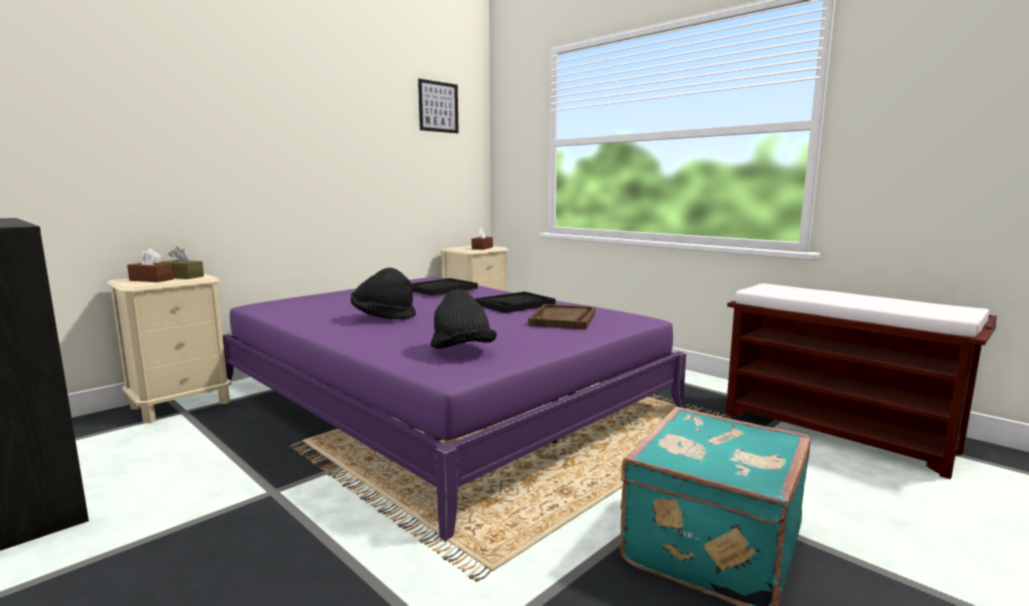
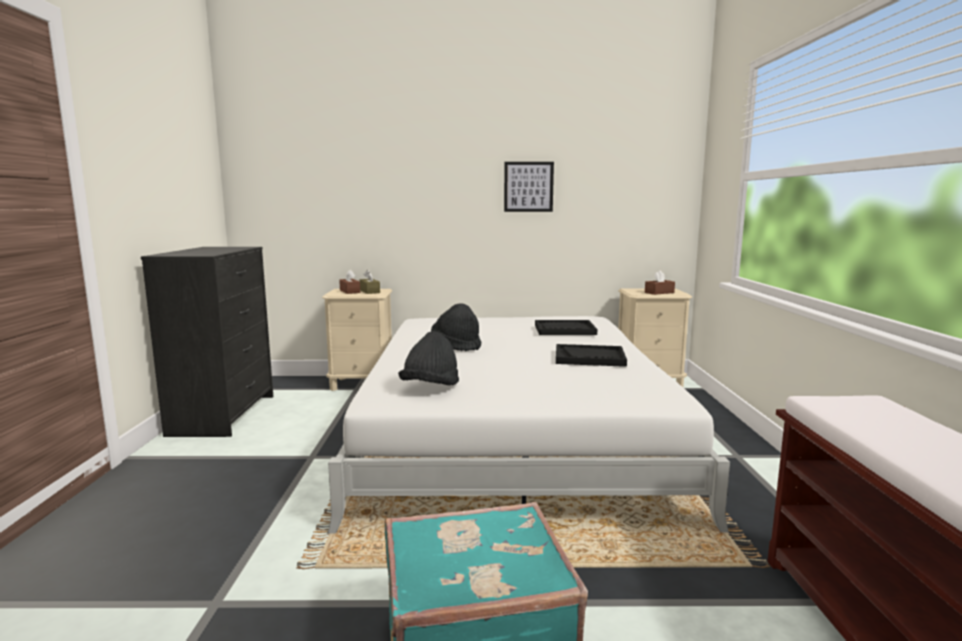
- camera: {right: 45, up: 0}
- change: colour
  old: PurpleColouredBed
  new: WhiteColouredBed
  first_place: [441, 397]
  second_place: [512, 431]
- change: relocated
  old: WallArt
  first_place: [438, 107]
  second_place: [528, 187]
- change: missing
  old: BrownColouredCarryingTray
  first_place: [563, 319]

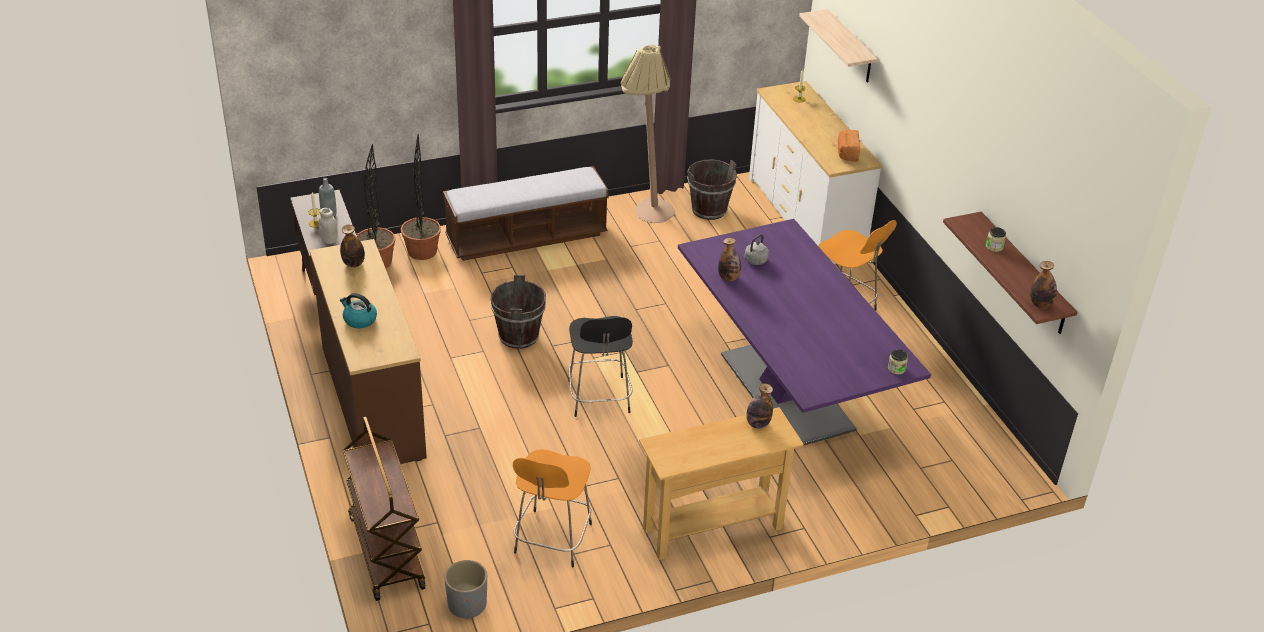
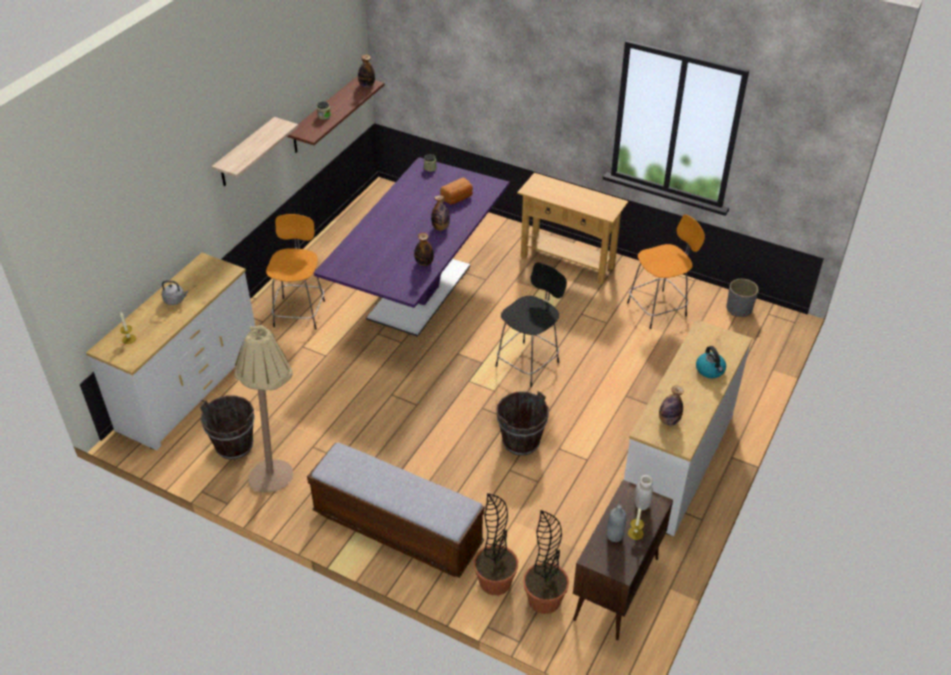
- camera: {right: -130, up: 5}
- change: relocated
  old: GrayKettle
  first_place: [754, 261]
  second_place: [175, 300]
- change: relocated
  old: BracketShelf
  first_place: [850, 47]
  second_place: [246, 153]
- change: relocated
  old: DrinkBottle
  first_place: [757, 424]
  second_place: [440, 228]
- change: relocated
  old: BakedBread
  first_place: [847, 153]
  second_place: [457, 198]
- change: colour
  old: BrownColouredChestOfDrawers
  new: WhiteColouredChestOfDrawers
  first_place: [371, 402]
  second_place: [678, 463]
- change: missing
  old: BrownColouredWheeledCart
  first_place: [385, 551]

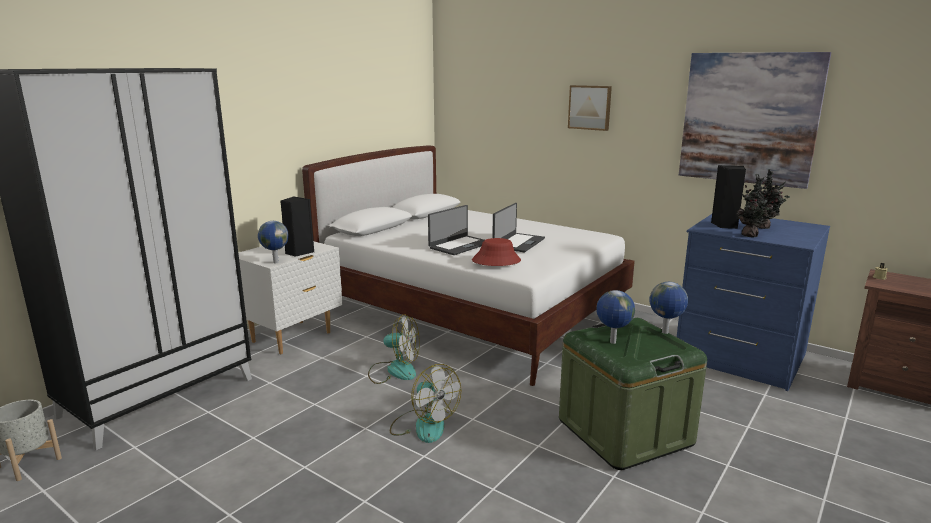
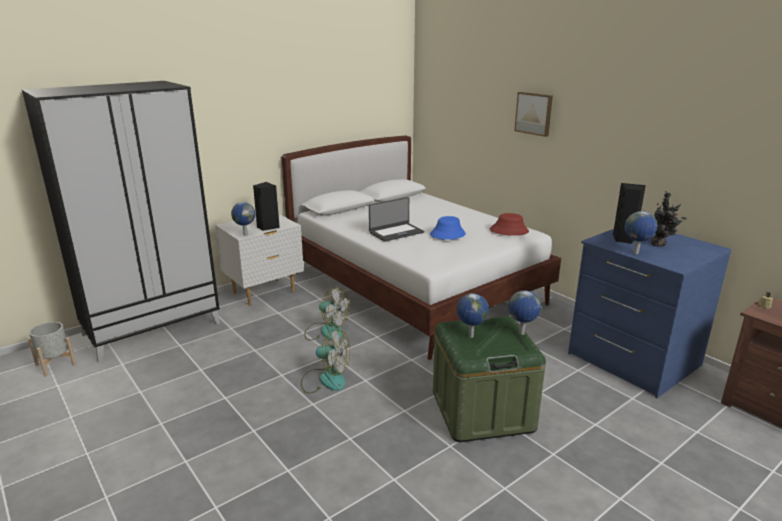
- camera: {right: 15, up: 5}
- change: spun
  old: ElectricFan
  first_place: [423, 425]
  second_place: [325, 379]
  degrees: -45
- change: exchanged
  old: NotebookComputer
  new: BlueColouredClothingHat
  first_place: [518, 243]
  second_place: [447, 234]
- change: relocated
  old: RedClothingHat
  first_place: [496, 260]
  second_place: [509, 231]
- change: exchanged
  old: PottedPlant
  new: DeskGlobe
  first_place: [751, 236]
  second_place: [636, 253]
- change: missing
  old: WallArt
  first_place: [748, 118]

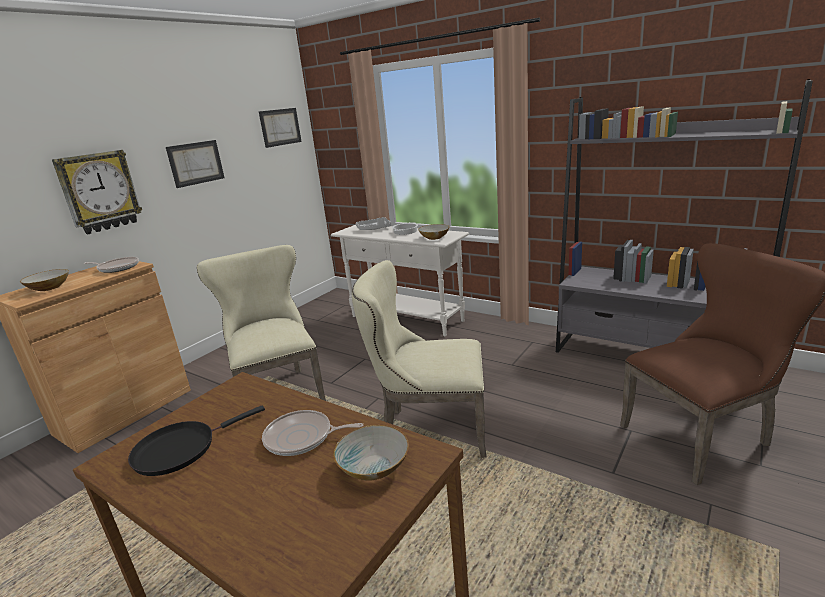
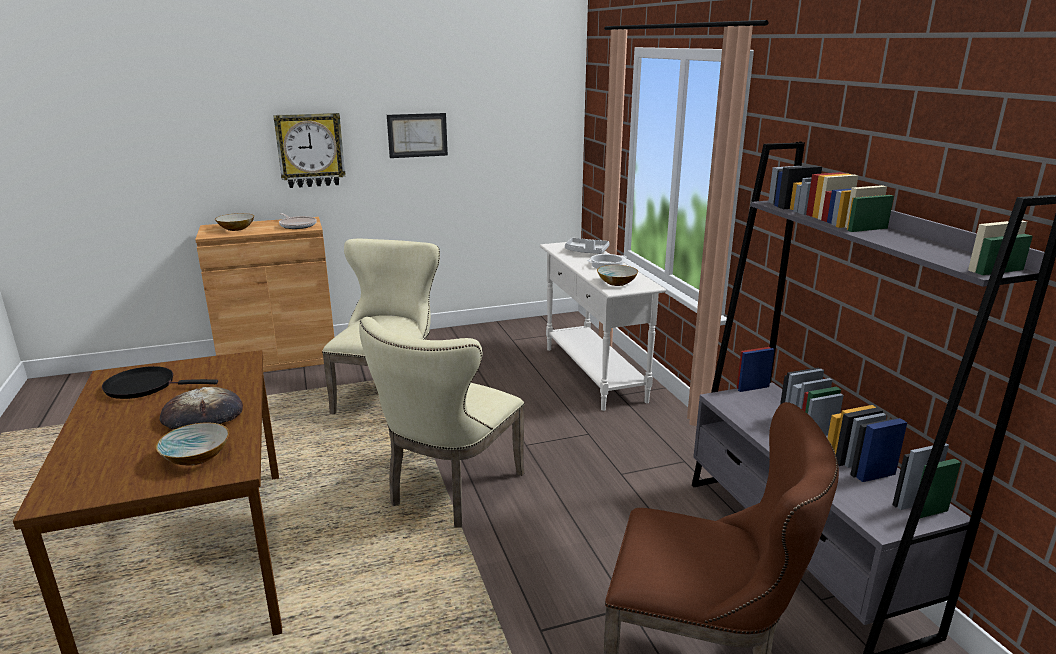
- camera: {right: 35, up: 0}
- change: exchanged
  old: Skillet
  new: BakedBread
  first_place: [302, 438]
  second_place: [202, 415]
- change: spun
  old: SandColouredPlainChair
  first_place: [429, 429]
  second_place: [450, 492]
  degrees: -105
- change: missing
  old: WallArt
  first_place: [280, 127]

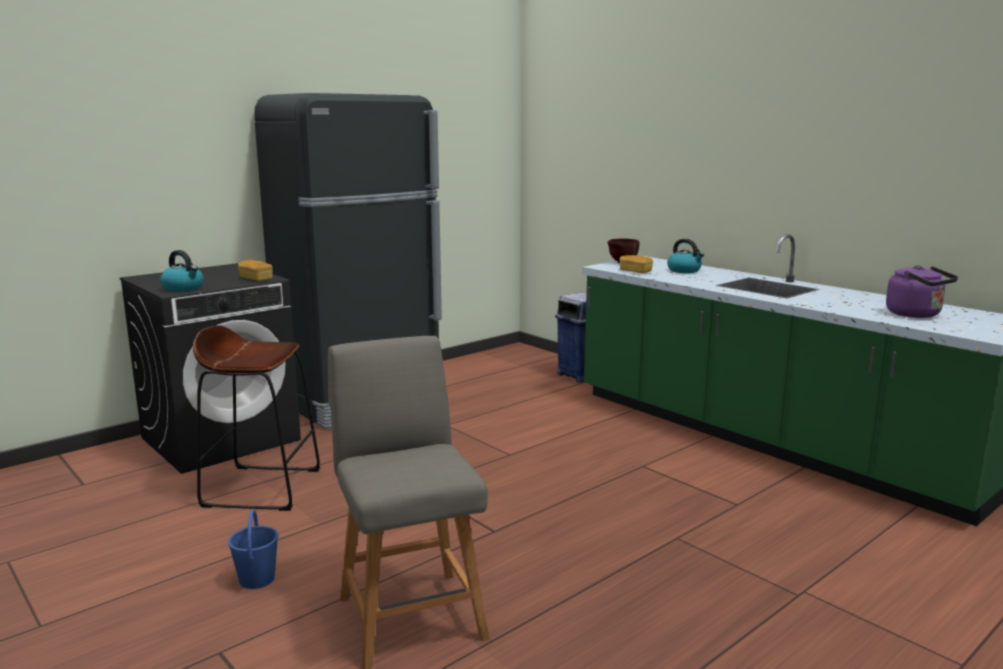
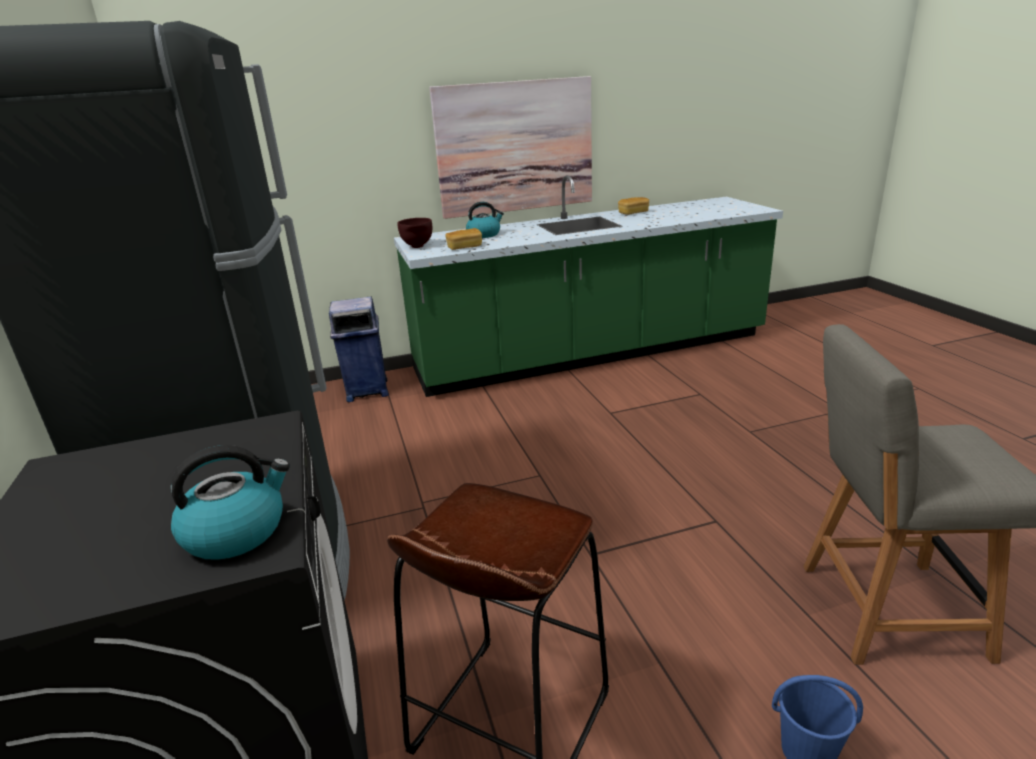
- camera: {right: -65, up: 10}
- change: appeared
  new: WallArt
  second_place: [515, 147]
- change: relocated
  old: BakedBread
  first_place: [256, 279]
  second_place: [633, 213]
- change: missing
  old: PurpleColouredKettle
  first_place: [916, 315]

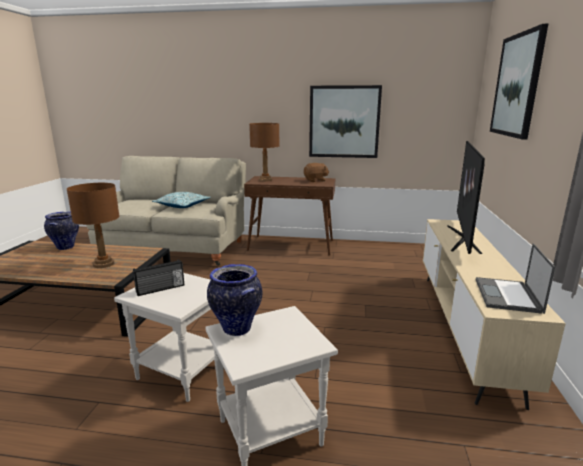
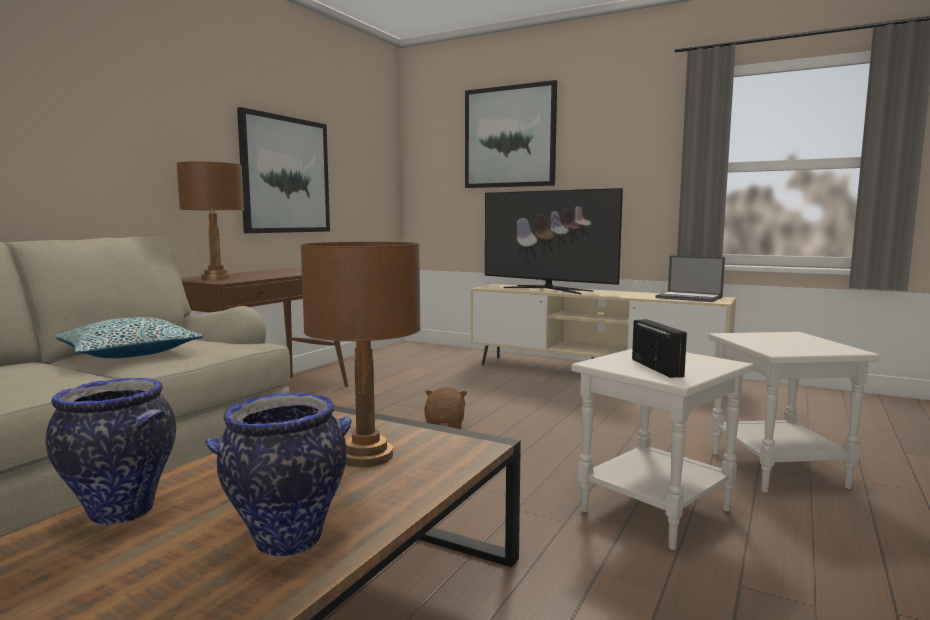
- camera: {right: -70, up: -10}
- change: relocated
  old: Vase
  first_place: [236, 328]
  second_place: [286, 542]
- change: relocated
  old: BrownColouredPlushToy
  first_place: [315, 180]
  second_place: [445, 425]

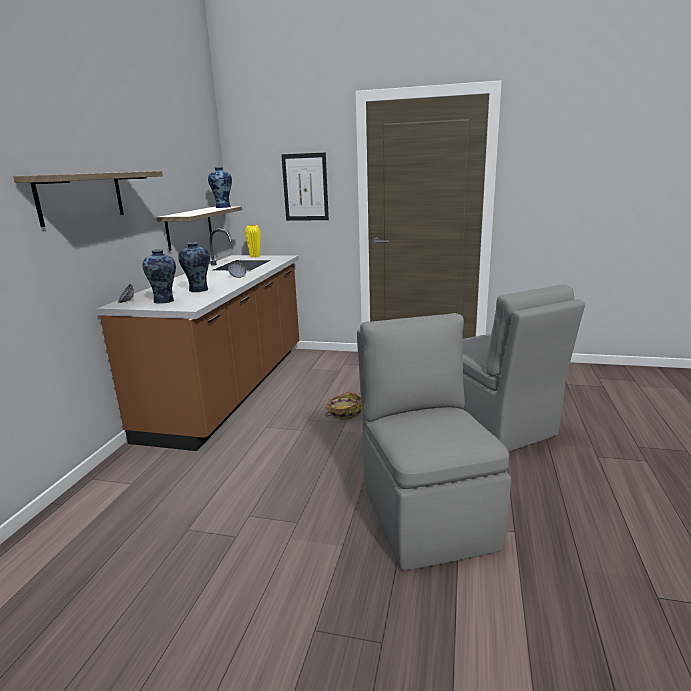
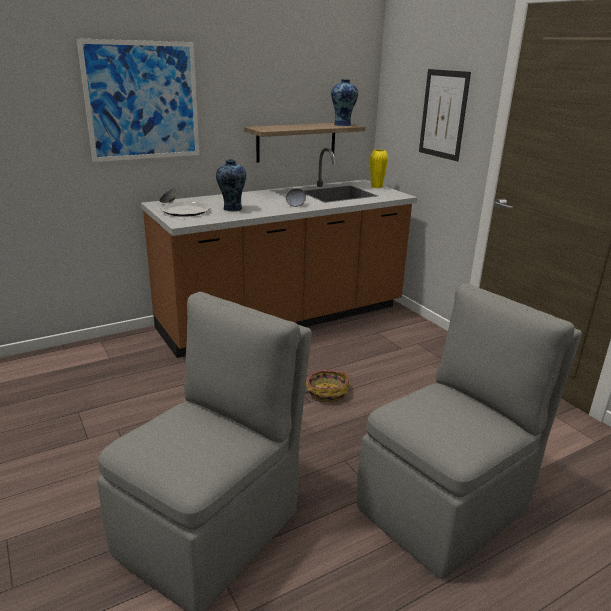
- camera: {right: 45, up: 5}
- change: exchanged
  old: BracketShelf
  new: WallArt
  first_place: [81, 197]
  second_place: [142, 101]
- change: exchanged
  old: Vase
  new: FlatDish
  first_place: [165, 301]
  second_place: [185, 211]
- change: spun
  old: GrayPlainChair
  first_place: [496, 425]
  second_place: [447, 506]
  degrees: -150

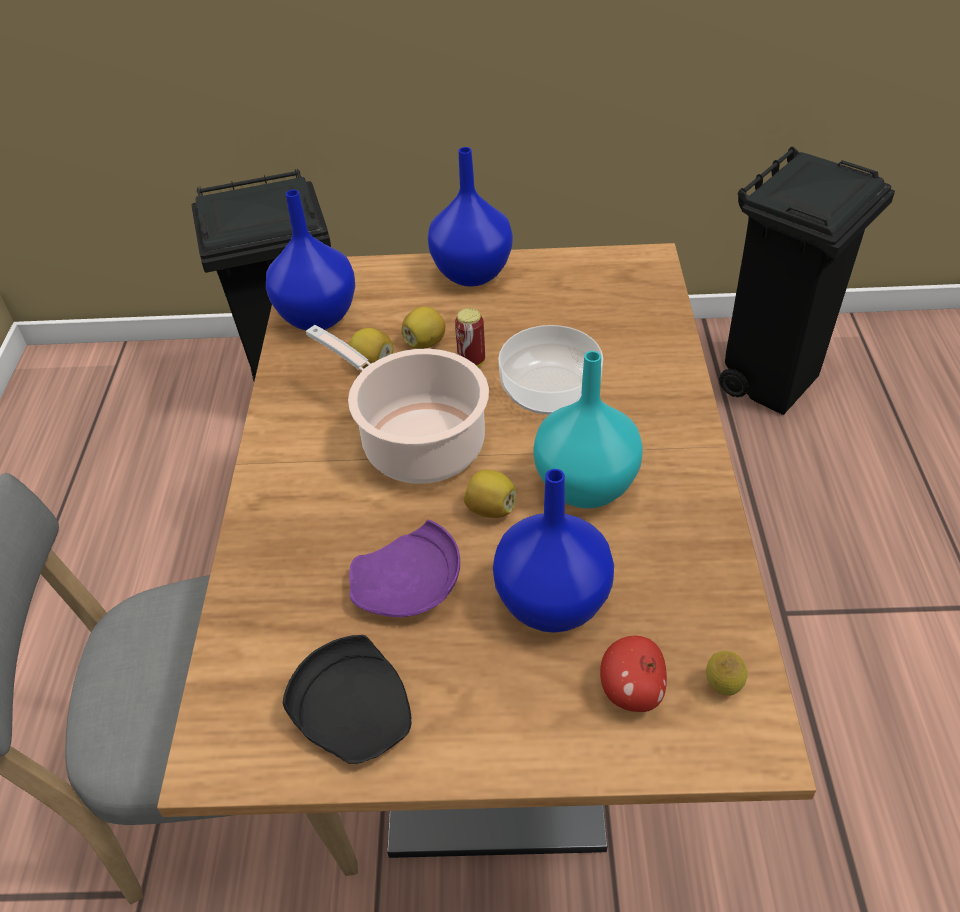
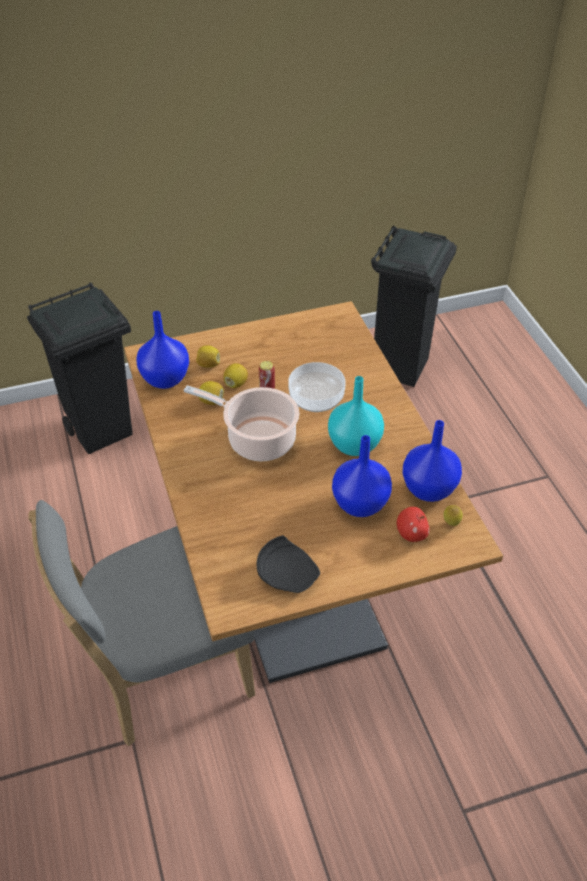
- camera: {right: -20, up: 0}
- change: relocated
  old: WholeLemon
  first_place: [490, 509]
  second_place: [208, 364]
- change: relocated
  old: BlueColouredVase
  first_place: [470, 273]
  second_place: [427, 489]
- change: missing
  old: PurpleColouredFlatDish
  first_place: [409, 589]

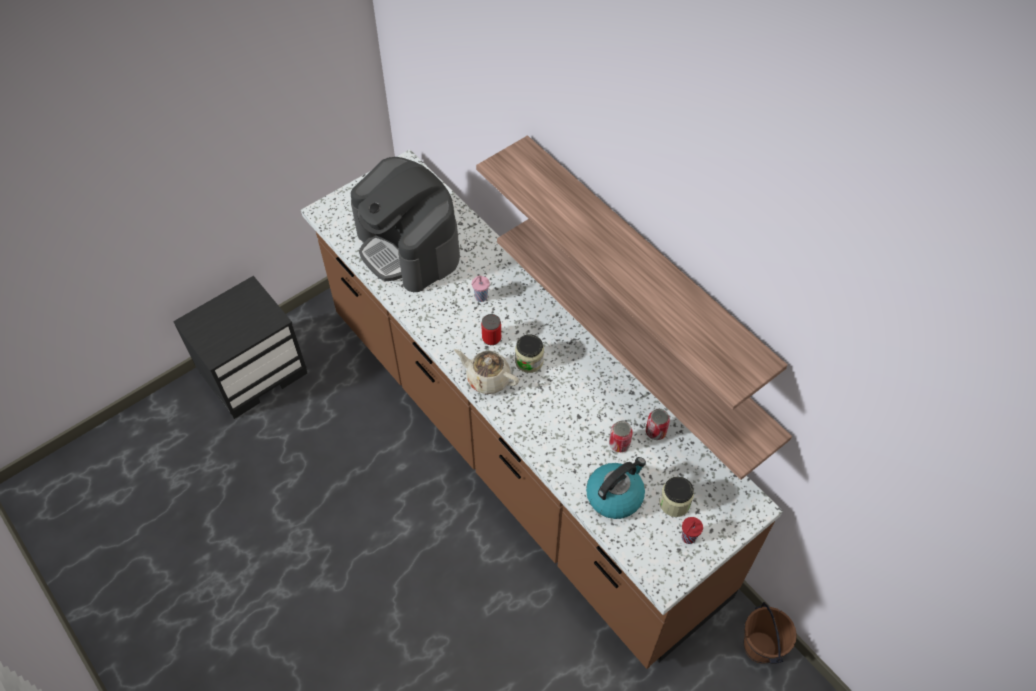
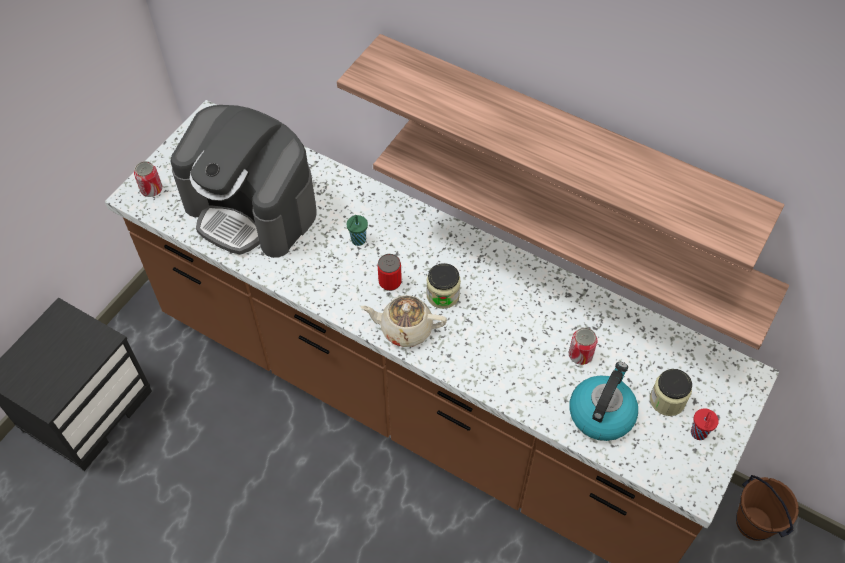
- camera: {right: -20, up: 0}
- change: relocated
  old: Can
  first_place: [655, 432]
  second_place: [151, 189]
- change: colour
  old: PinkishCup
  new: GreenCup
  first_place: [480, 297]
  second_place: [358, 241]

